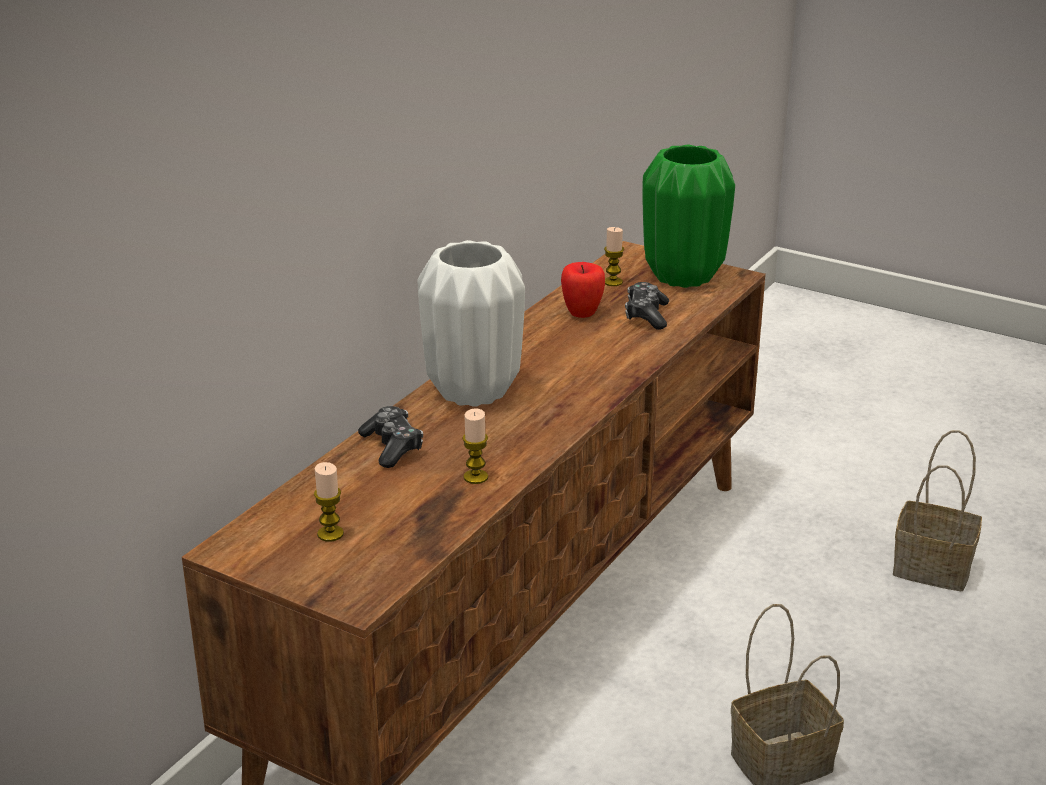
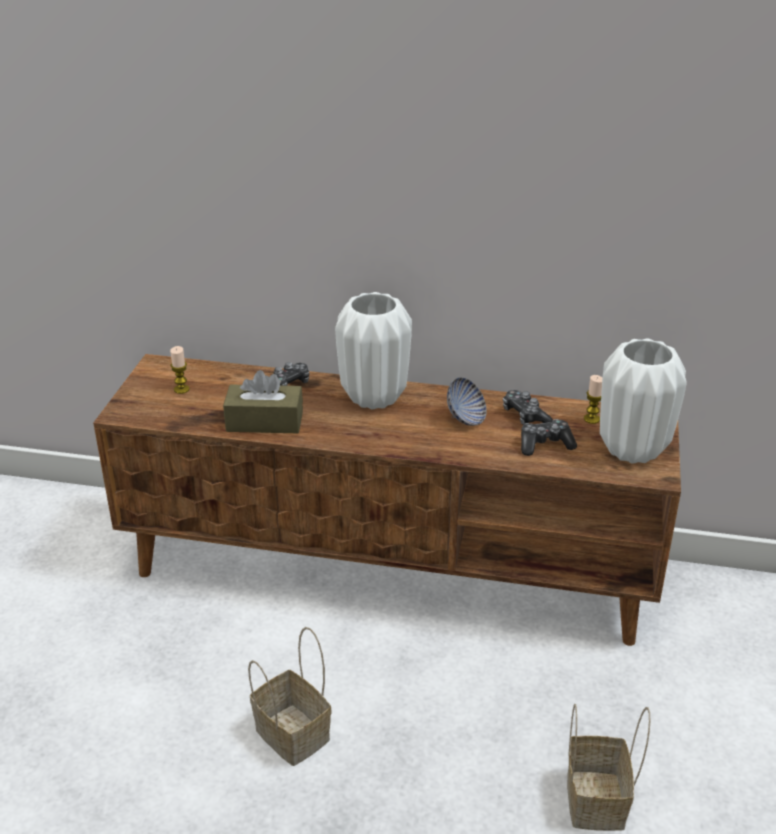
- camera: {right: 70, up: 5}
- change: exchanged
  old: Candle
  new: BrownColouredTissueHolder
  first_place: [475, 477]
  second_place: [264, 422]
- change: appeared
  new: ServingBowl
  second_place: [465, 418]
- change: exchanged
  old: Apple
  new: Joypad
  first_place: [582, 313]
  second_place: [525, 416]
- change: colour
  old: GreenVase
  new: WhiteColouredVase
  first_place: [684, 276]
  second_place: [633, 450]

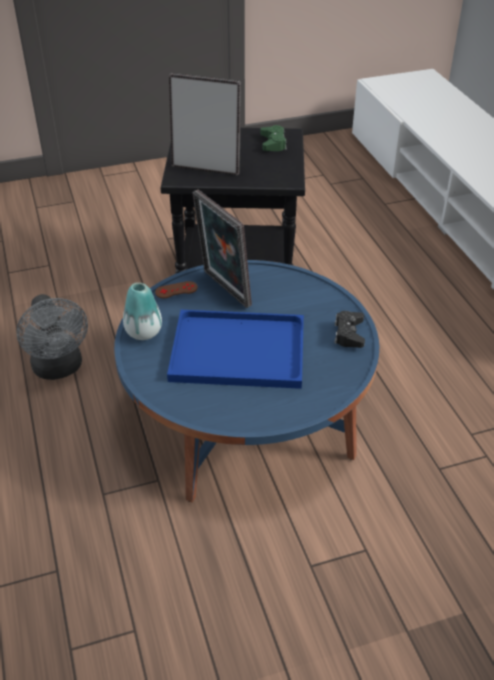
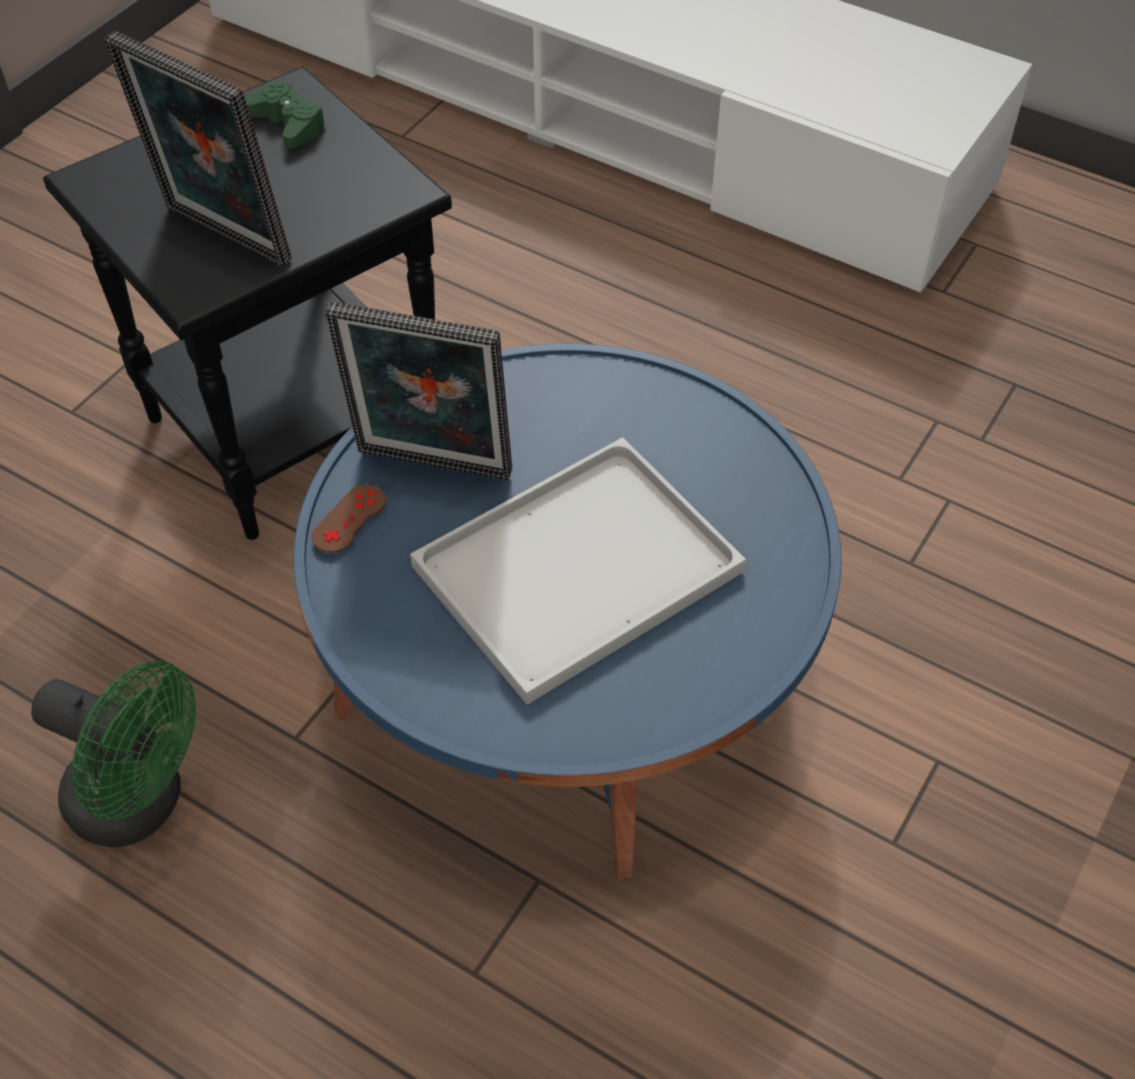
- camera: {right: -40, up: 10}
- change: colour
  old: GrayElectricFan
  new: GreenElectricFan
  first_place: [59, 369]
  second_place: [141, 803]
- change: spun
  old: StandingFrame
  first_place: [206, 167]
  second_place: [221, 239]
  degrees: -120
- change: colour
  old: BlueColouredCarryingTray
  new: WhiteColouredCarryingTray
  first_place: [241, 350]
  second_place: [580, 564]
- change: missing
  old: Vase
  first_place: [143, 332]
- change: missing
  old: BlackishJoypad
  first_place: [349, 334]

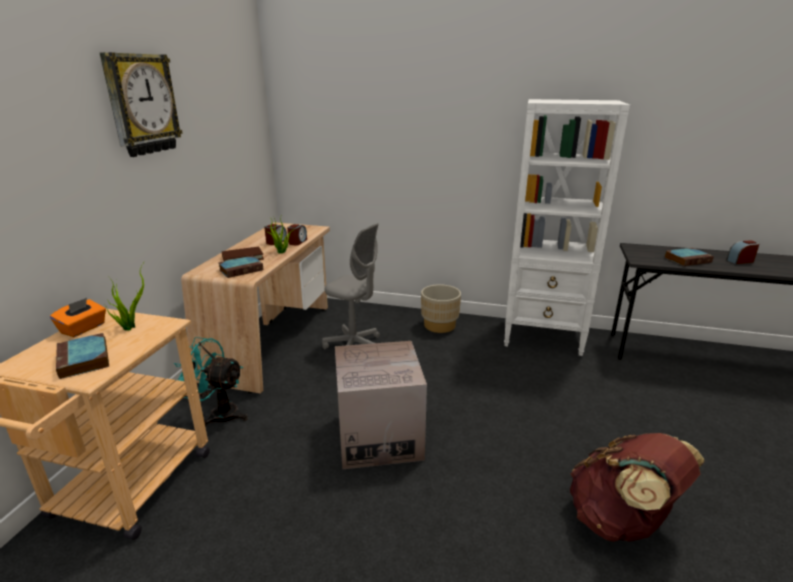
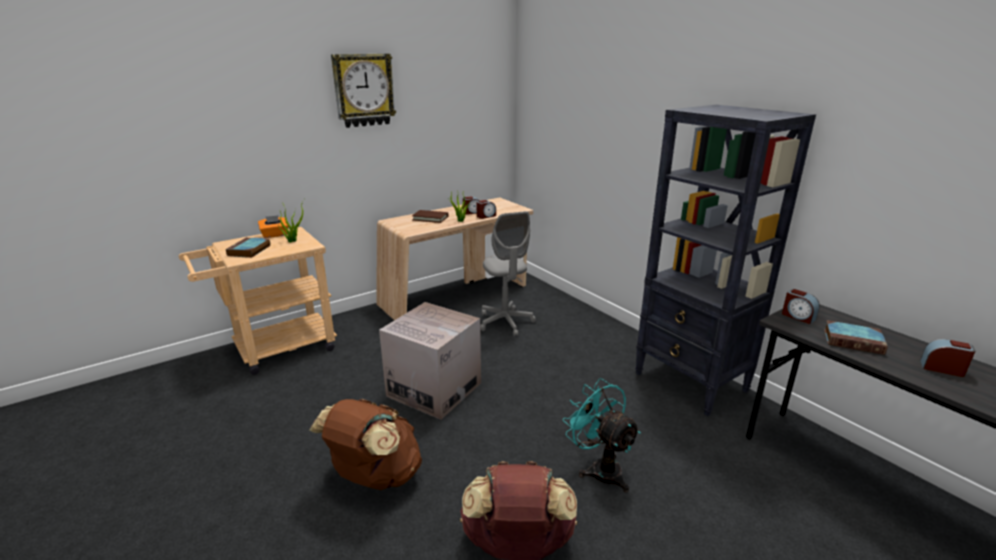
- camera: {right: 40, up: 0}
- change: appeared
  new: BrownColouredBackpack
  second_place: [374, 477]
- change: relocated
  old: TurquoiseColouredElectricFan
  first_place: [218, 414]
  second_place: [600, 468]
- change: colour
  old: WhiteColouredBookshelf
  new: BlackishBookshelf
  first_place: [543, 337]
  second_place: [691, 382]
- change: appeared
  new: AlarmClock
  second_place: [798, 316]
- change: missing
  old: BoundBook
  first_place: [242, 269]
- change: missing
  old: SandColouredFlowerPot
  first_place: [439, 325]

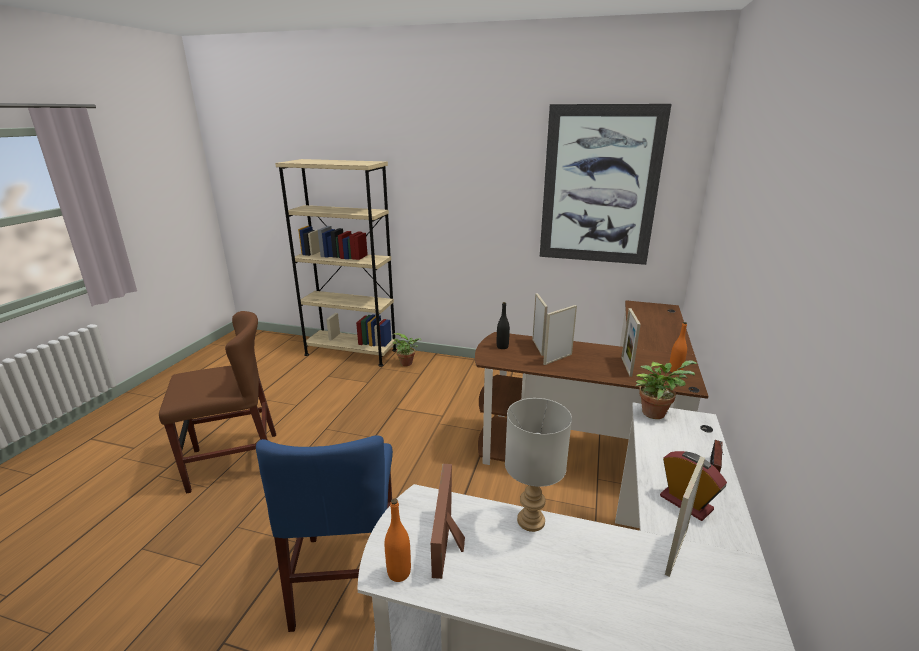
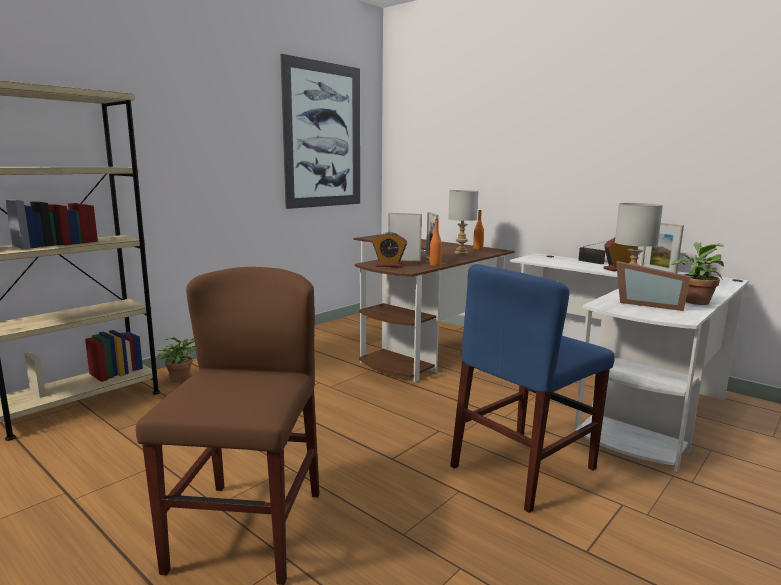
- camera: {right: -65, up: -10}
- change: exchanged
  old: BlackishDrinkBottle
  new: AlarmClock
  first_place: [502, 347]
  second_place: [389, 265]
- change: relocated
  old: OrangeDrinkBottle
  first_place: [399, 573]
  second_place: [435, 265]
- change: exchanged
  old: StandingFrame
  new: GrayLampForATable
  first_place: [626, 366]
  second_place: [461, 253]
- change: spun
  old: BlueColouredPlainChair
  first_place: [347, 576]
  second_place: [523, 467]
  degrees: 120
- change: relocated
  old: PottedPlant
  first_place: [655, 412]
  second_place: [694, 301]

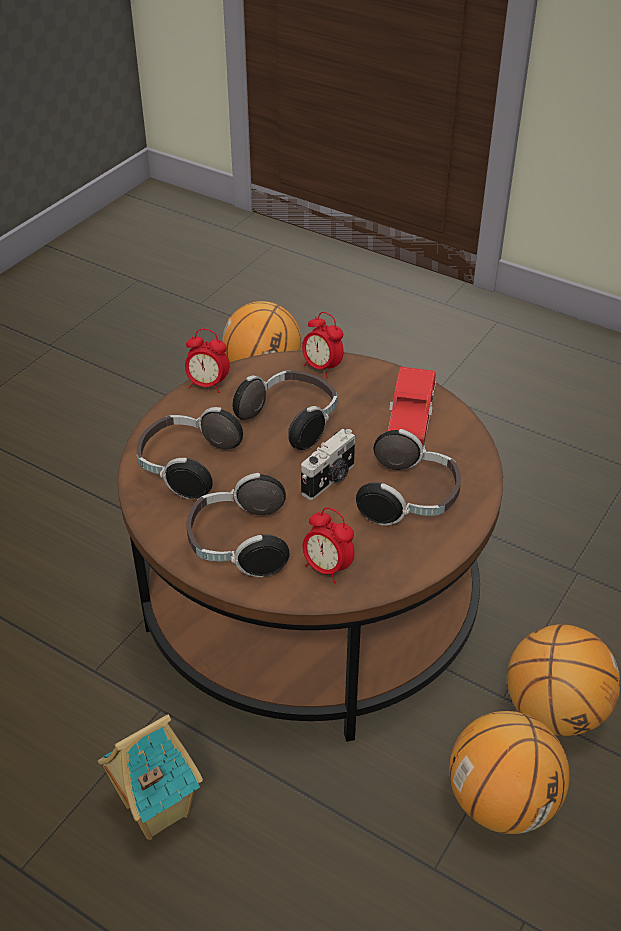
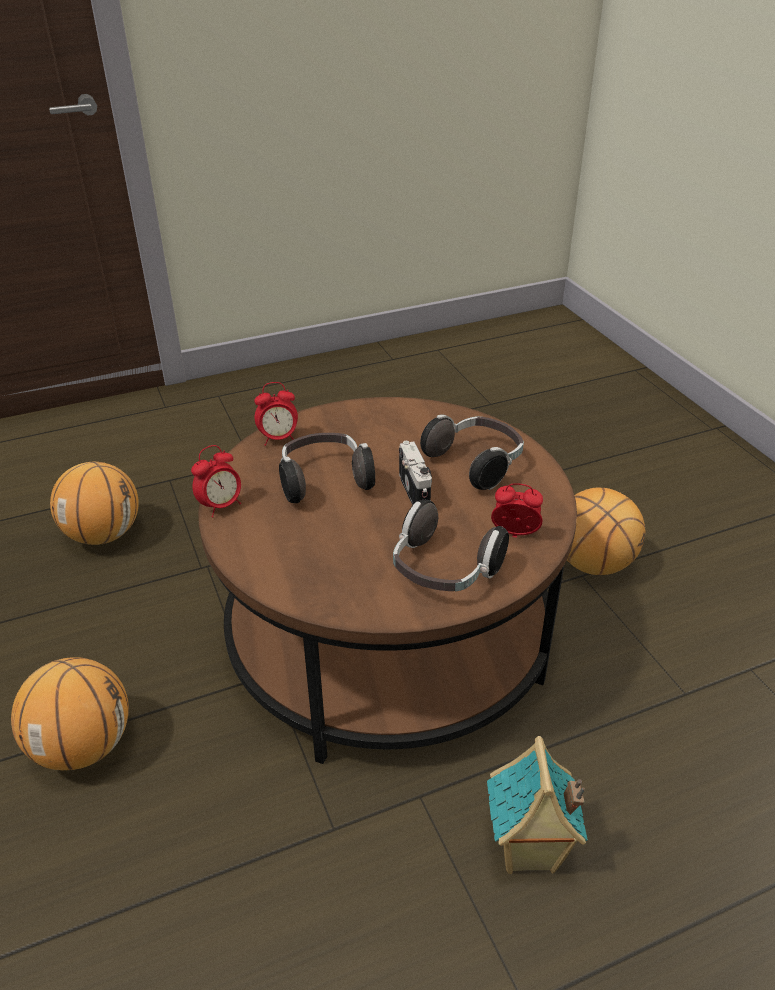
- camera: {right: -55, up: -5}
- change: relocated
  old: BasketballBall
  first_place: [502, 801]
  second_place: [83, 745]
- change: spun
  old: AlarmClock
  first_place: [327, 568]
  second_place: [515, 535]
  degrees: -150
- change: missing
  old: PairOfHeadphones
  first_place: [186, 466]
- change: missing
  old: RedMiniatureCar
  first_place: [410, 422]

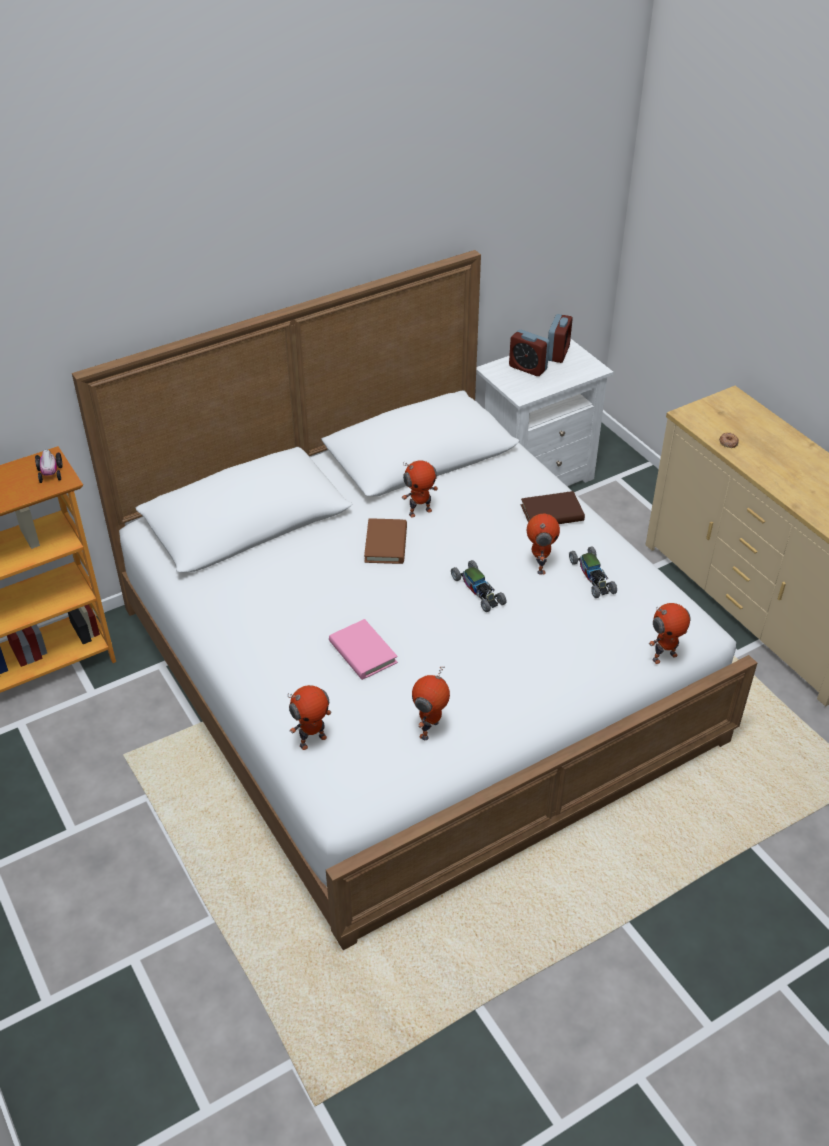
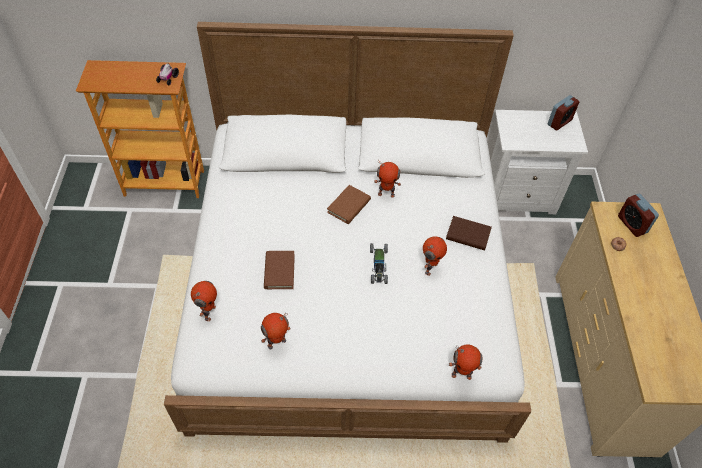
- camera: {right: 30, up: 10}
- change: spun
  old: RobotFigure
  first_place: [312, 740]
  second_place: [209, 312]
  degrees: -75
- change: colour
  old: PinkishBoundBook
  new: BrownColouredBoundBook
  first_place: [362, 652]
  second_place: [279, 271]
- change: relocated
  old: AlarmClock
  first_place: [528, 368]
  second_place: [632, 224]
- change: missing
  old: MiniatureCar
  first_place: [592, 577]

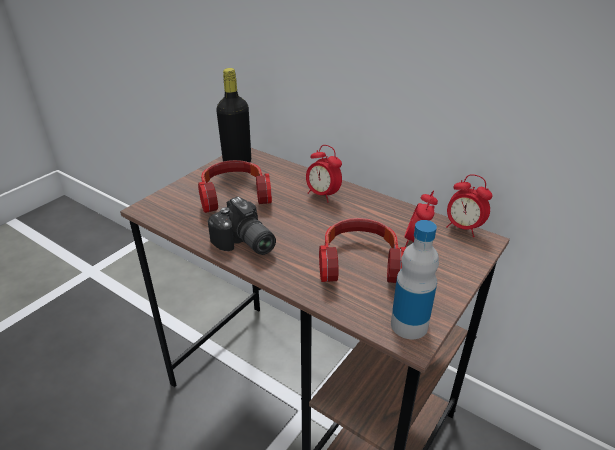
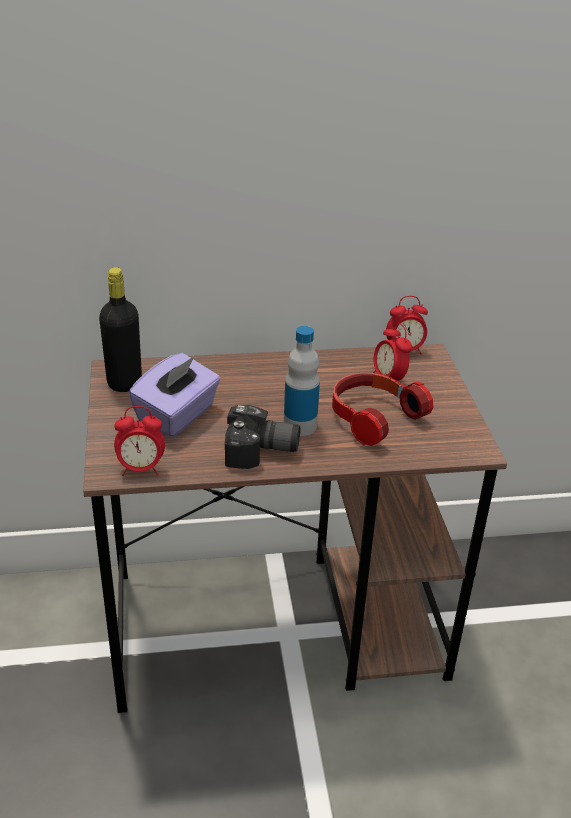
- camera: {right: -45, up: 0}
- change: relocated
  old: AlarmClock
  first_place: [323, 195]
  second_place: [141, 469]
- change: exchanged
  old: PairOfHeadphones
  new: PurpleColouredTissueHolder
  first_place: [234, 195]
  second_place: [177, 416]
- change: relocated
  old: DrinkBottle
  first_place: [409, 325]
  second_place: [300, 425]

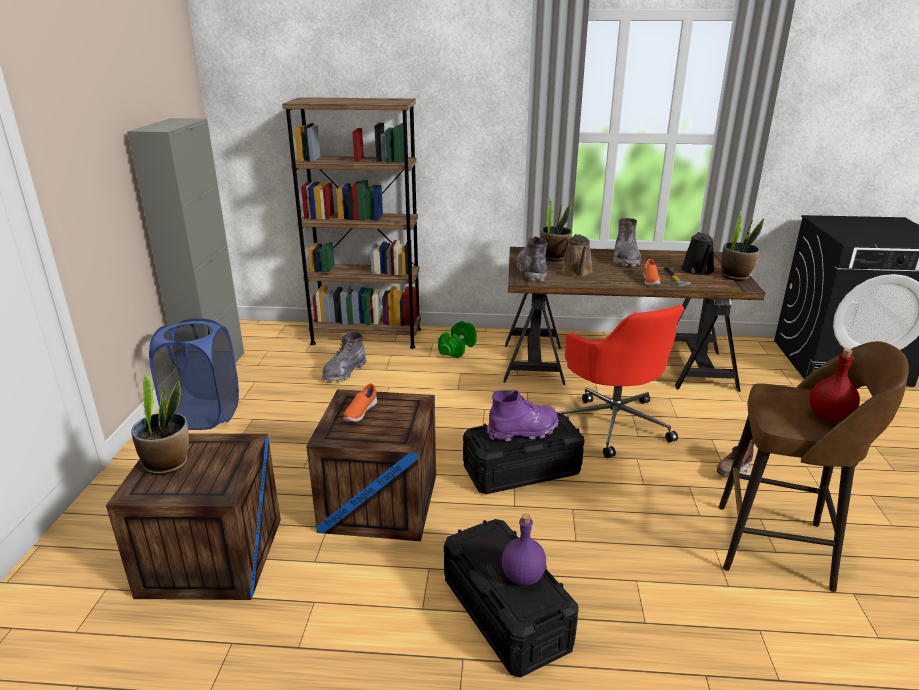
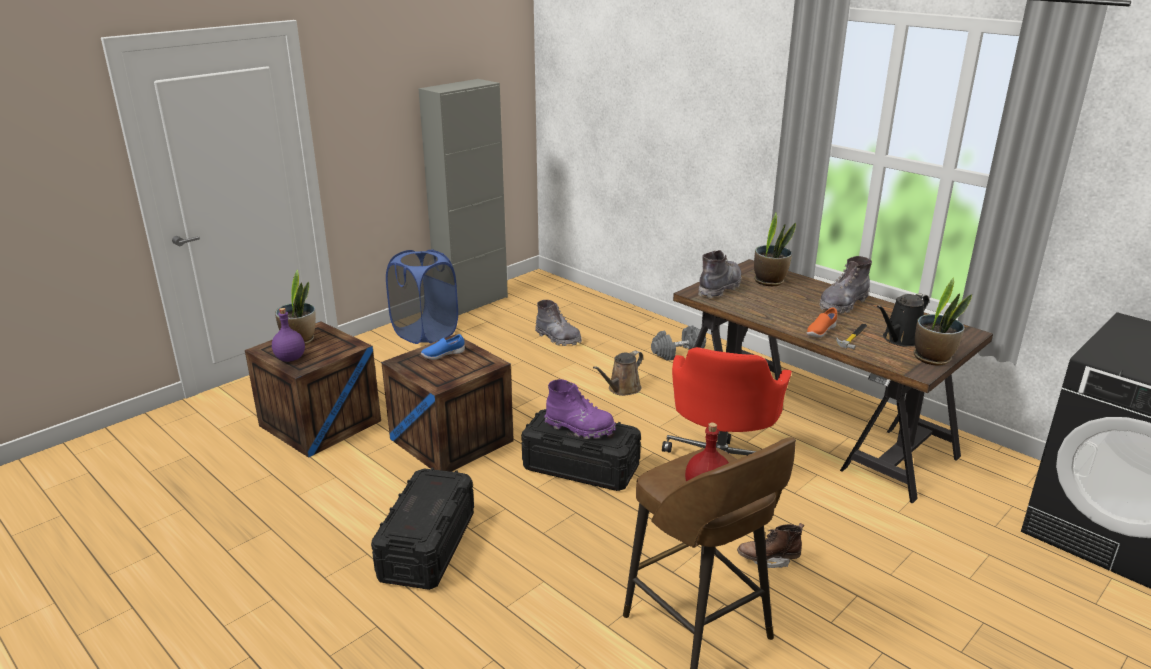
- camera: {right: 40, up: 0}
- change: relocated
  old: PurpleColouredDrinkBottle
  first_place: [522, 576]
  second_place: [290, 358]
- change: colour
  old: OrangeShoe
  new: BlueColouredShoe
  first_place: [360, 413]
  second_place: [443, 355]
- change: spun
  old: GrayBoot
  first_place: [344, 372]
  second_place: [558, 338]
  degrees: -120
- change: relocated
  old: BrownColouredWateringCan
  first_place: [577, 273]
  second_place: [622, 389]
- change: colour
  old: GreenFreeWeight
  new: GrayFreeWeight
  first_place: [457, 349]
  second_place: [678, 353]
- change: missing
  old: BrownColouredBookshelf
  first_place: [366, 336]

